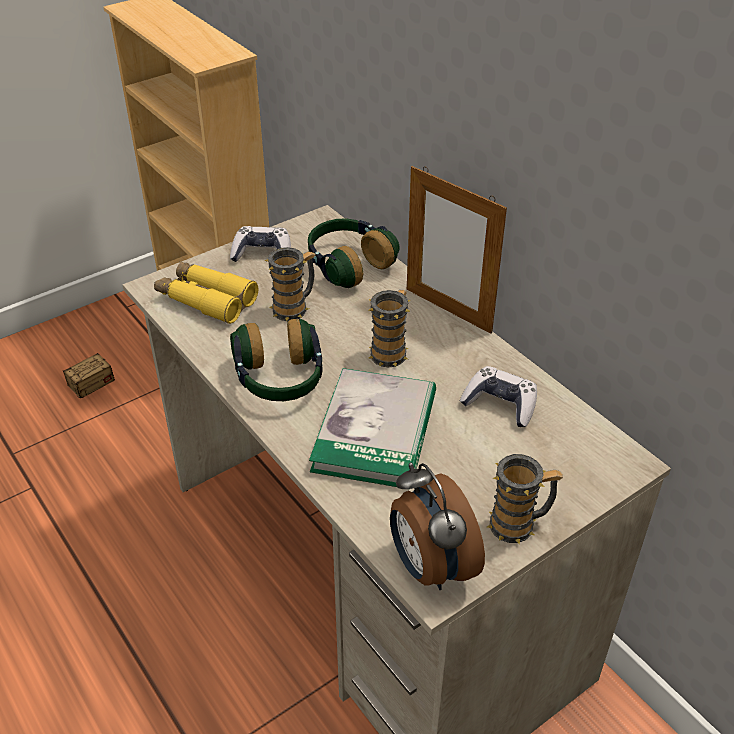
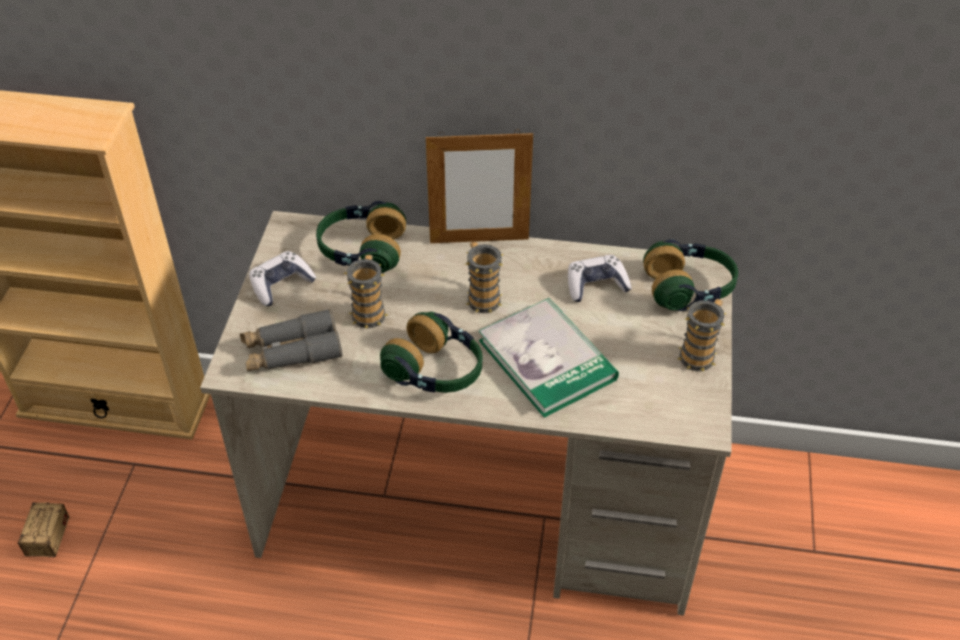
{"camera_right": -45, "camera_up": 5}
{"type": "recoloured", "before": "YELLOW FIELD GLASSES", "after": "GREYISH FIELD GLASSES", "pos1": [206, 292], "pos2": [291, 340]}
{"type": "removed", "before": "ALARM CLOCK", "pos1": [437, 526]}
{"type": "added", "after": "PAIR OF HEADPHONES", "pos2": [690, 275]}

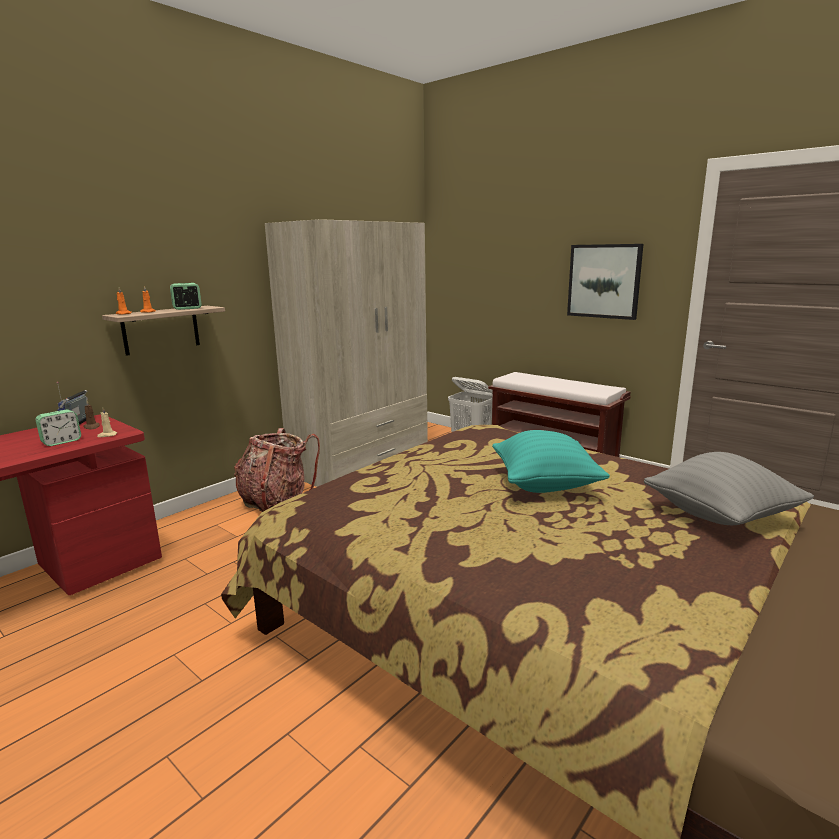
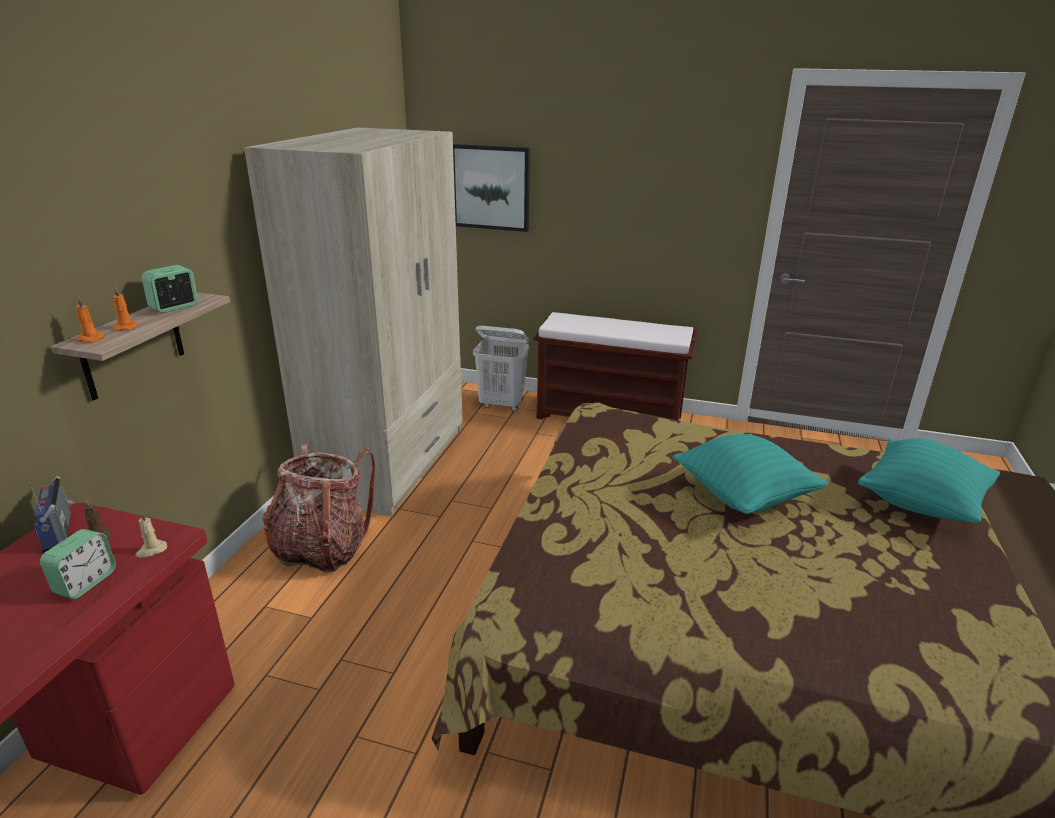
{"camera_right": -25, "camera_up": 10}
{"type": "moved", "before": "PICTURE", "pos1": [605, 282], "pos2": [491, 188]}
{"type": "recoloured", "before": "GREYISH CUSHION", "after": "TURQUOISE CUSHION", "pos1": [729, 488], "pos2": [929, 480]}

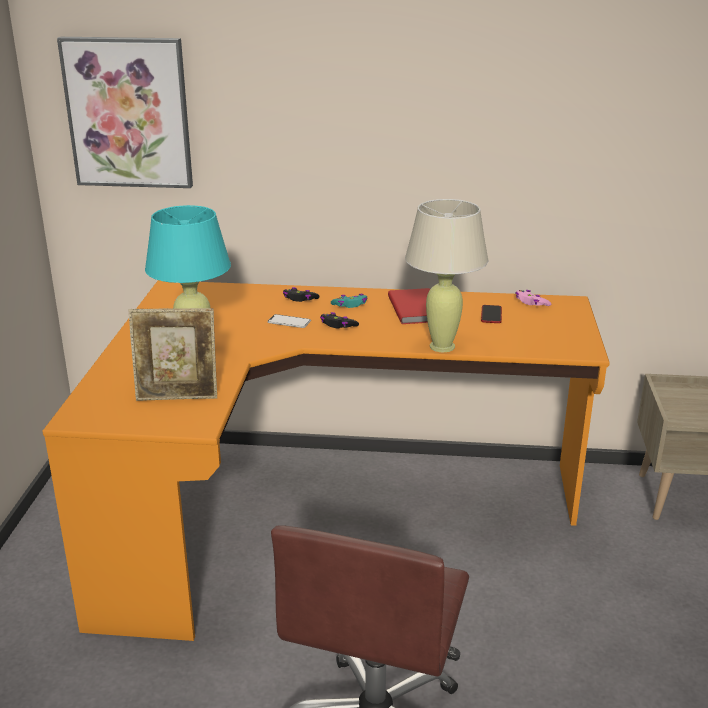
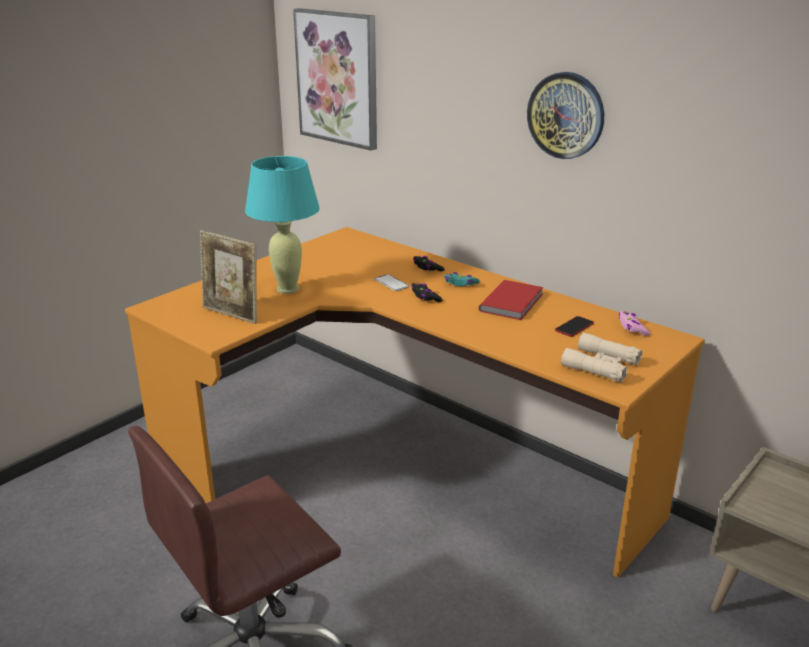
{"camera_right": 35, "camera_up": 0}
{"type": "removed", "before": "BEIGE-COLOURED LAMP FOR A TABLE", "pos1": [446, 275]}
{"type": "added", "after": "WALL CLOCK", "pos2": [565, 115]}
{"type": "added", "after": "BEIGE-COLOURED FIELD GLASSES", "pos2": [601, 357]}

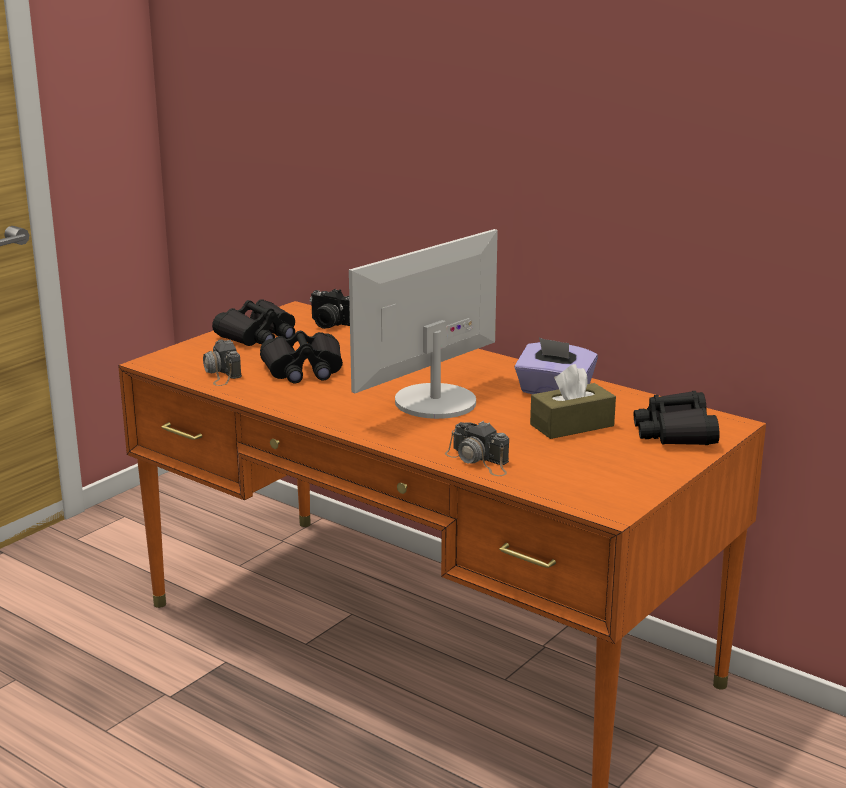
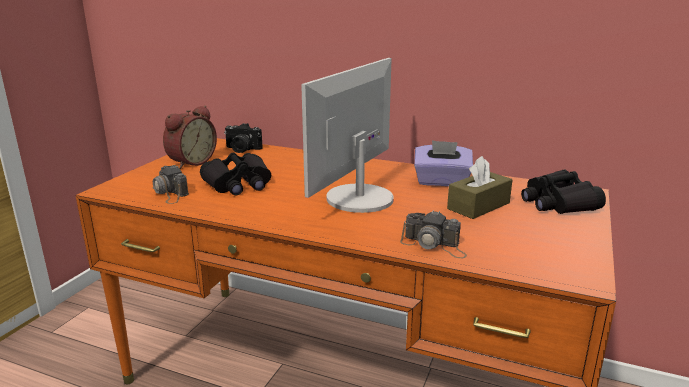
{"camera_right": -15, "camera_up": 0}
{"type": "replaced", "before": "BLACK FIELD GLASSES", "after": "ALARM CLOCK", "pos1": [253, 322], "pos2": [190, 137]}

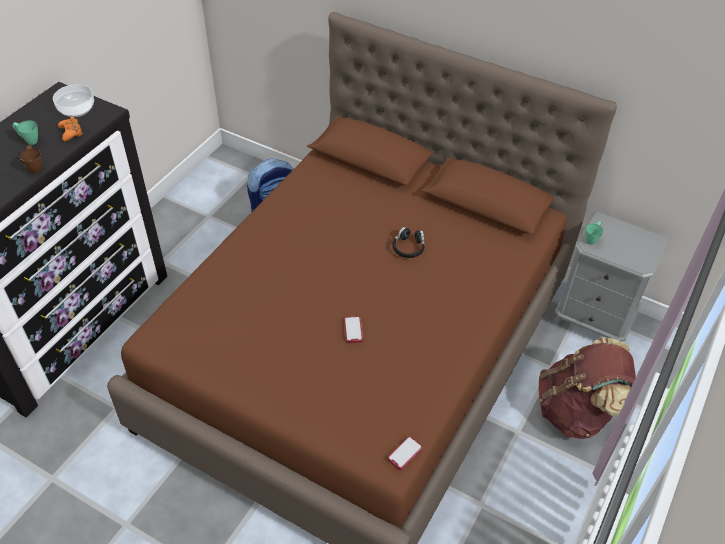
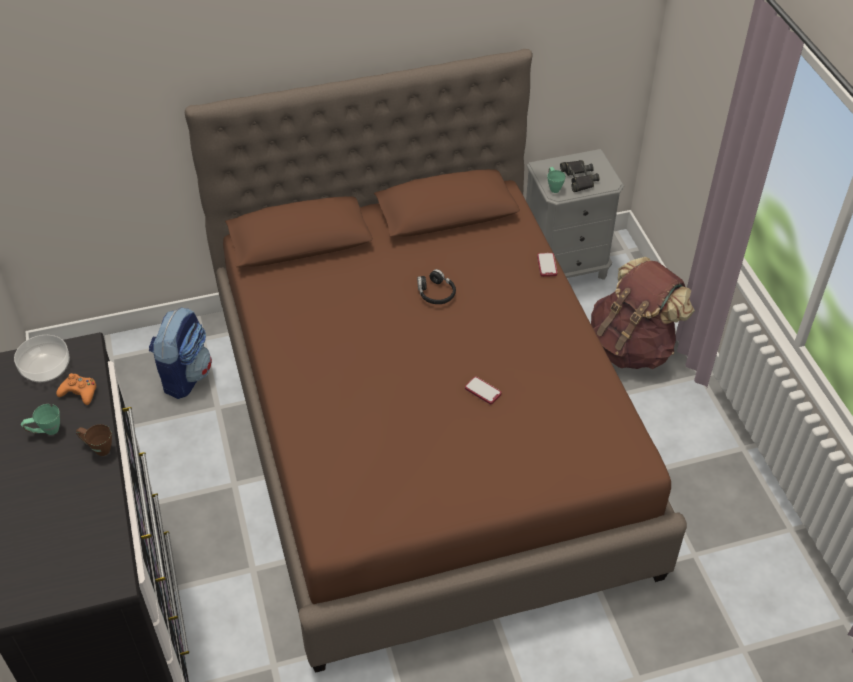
{"camera_right": -45, "camera_up": 0}
{"type": "moved", "before": "PHONE", "pos1": [405, 453], "pos2": [547, 265]}
{"type": "added", "after": "BLACK FIELD GLASSES", "pos2": [580, 176]}

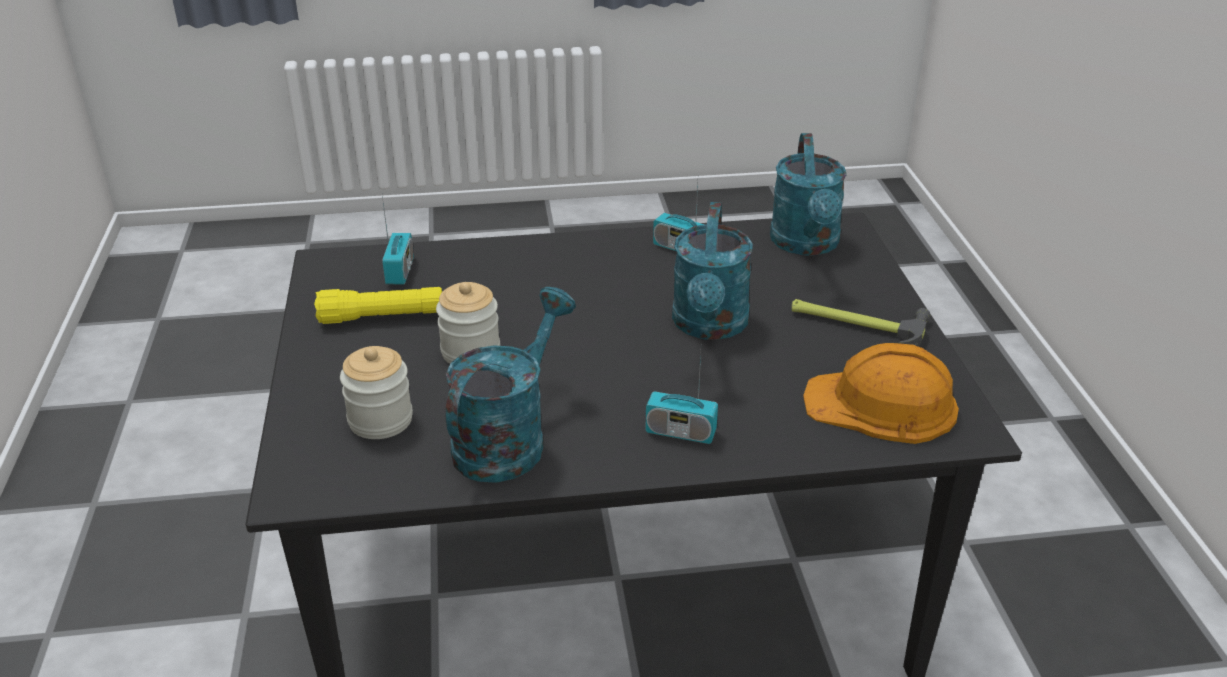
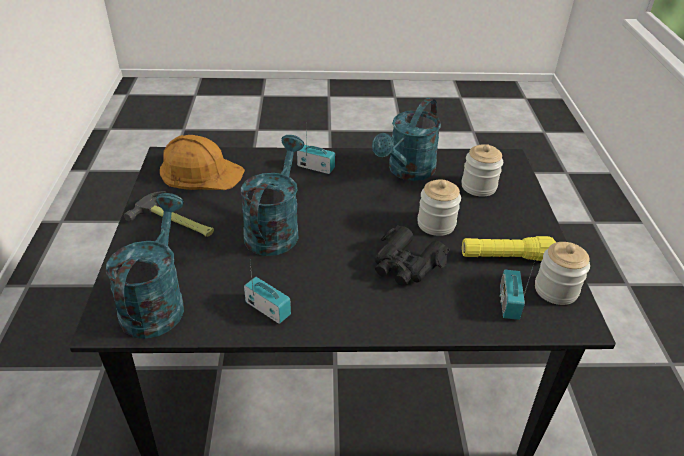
{"camera_right": -175, "camera_up": 5}
{"type": "added", "after": "BLACK FIELD GLASSES", "pos2": [412, 256]}
{"type": "added", "after": "STORAGE JAR", "pos2": [562, 273]}

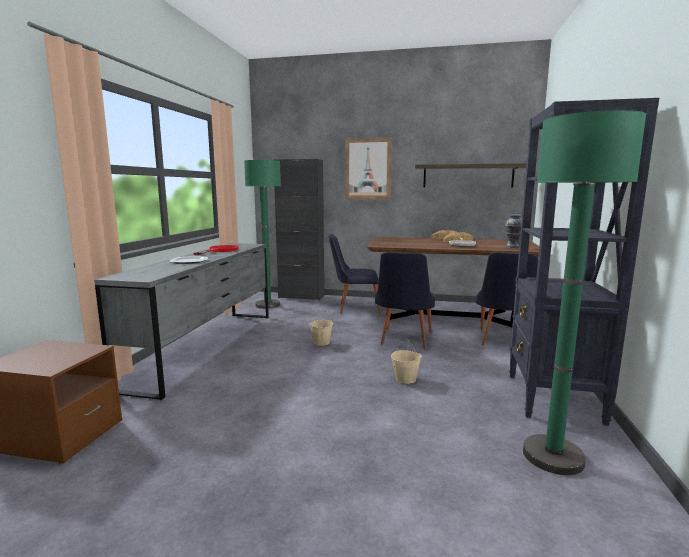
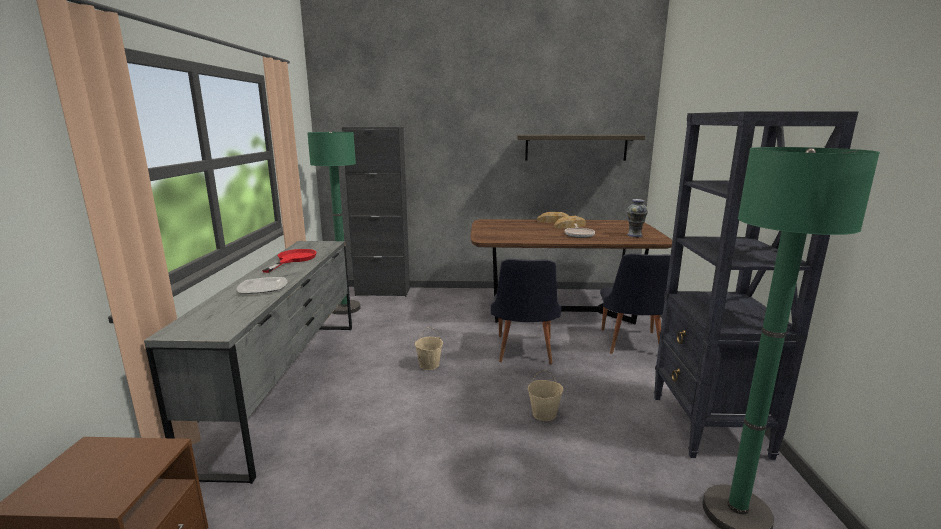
{"camera_right": -10, "camera_up": 5}
{"type": "removed", "before": "PICTURE", "pos1": [368, 169]}
{"type": "removed", "before": "BLACK CHAIR", "pos1": [354, 274]}

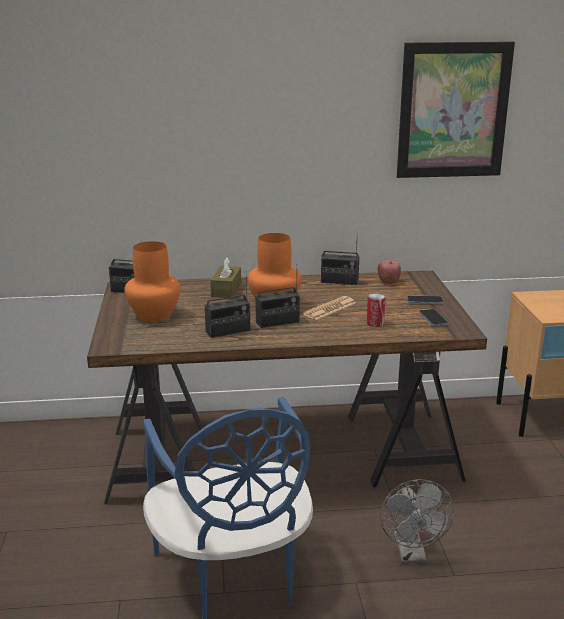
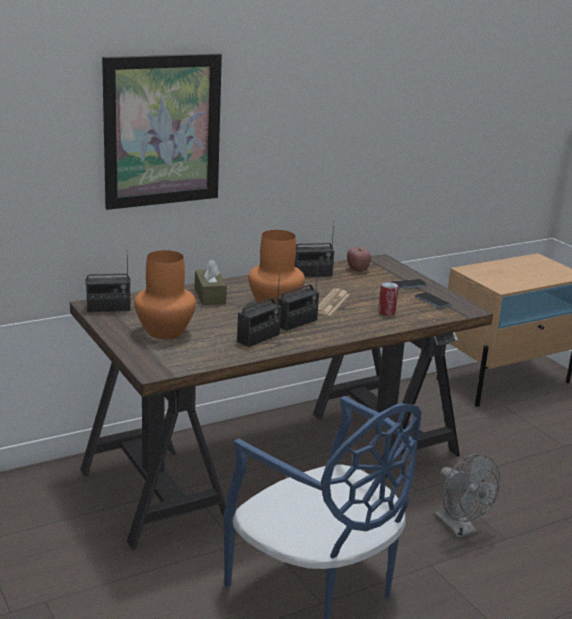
{"camera_right": -25, "camera_up": 0}
{"type": "moved", "before": "PICTURE", "pos1": [456, 110], "pos2": [162, 131]}

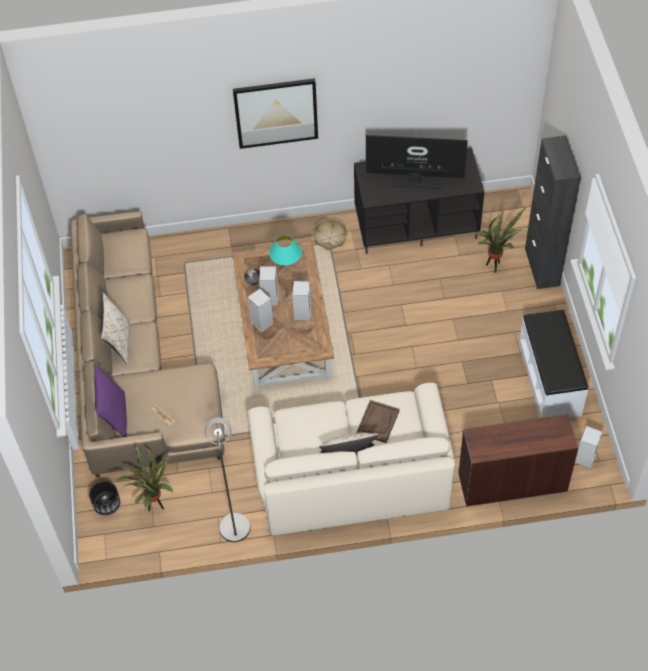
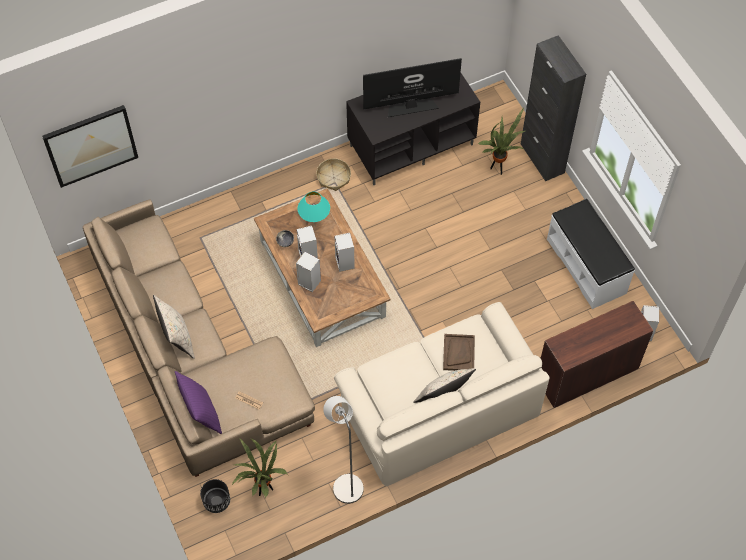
{"camera_right": -20, "camera_up": 5}
{"type": "moved", "before": "PICTURE", "pos1": [275, 113], "pos2": [90, 146]}

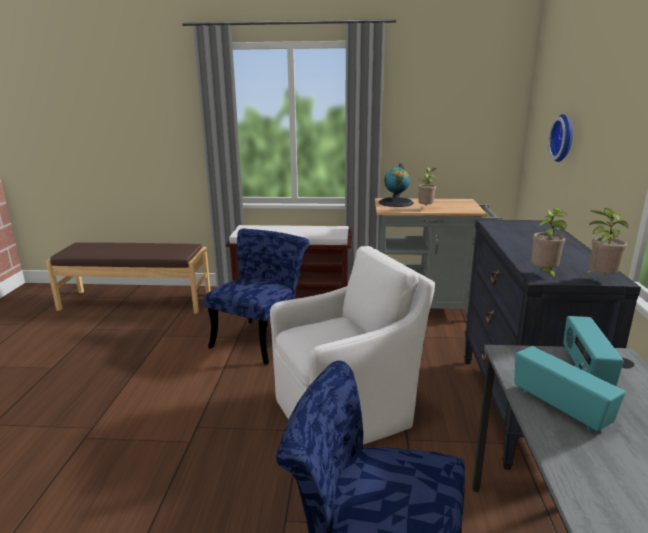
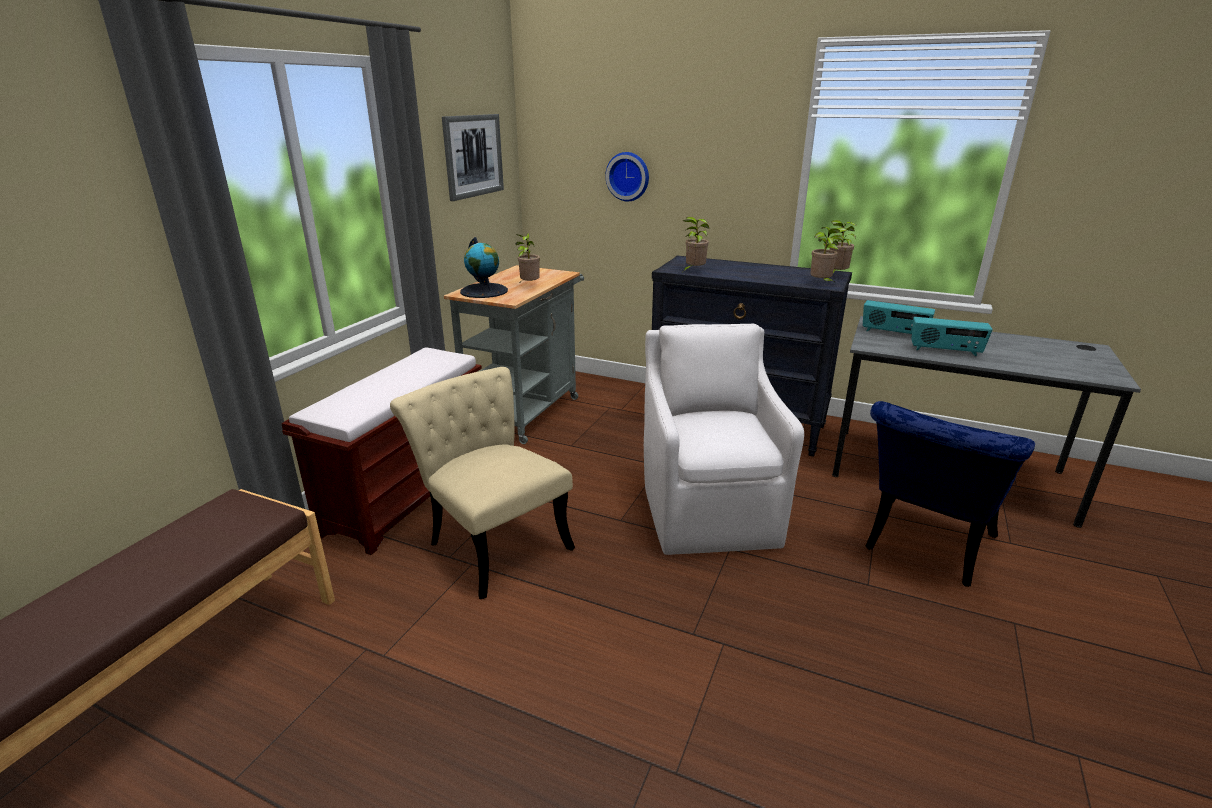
{"camera_right": -70, "camera_up": 5}
{"type": "recoloured", "before": "BLUE CHAIR", "after": "BEIGE-COLOURED CHAIR", "pos1": [257, 297], "pos2": [482, 483]}
{"type": "turned", "before": "RADIO RECEIVER", "pos1": [569, 389], "pos2": [951, 336], "turn": -150}
{"type": "added", "after": "PICTURE", "pos2": [473, 157]}
{"type": "added", "after": "HOUSEPLANT", "pos2": [696, 244]}

